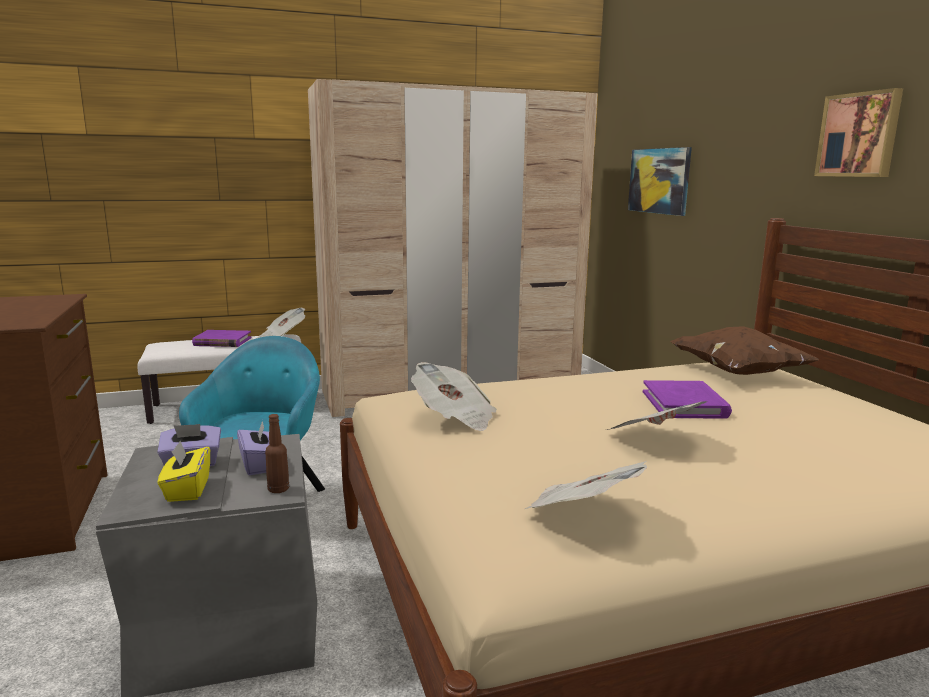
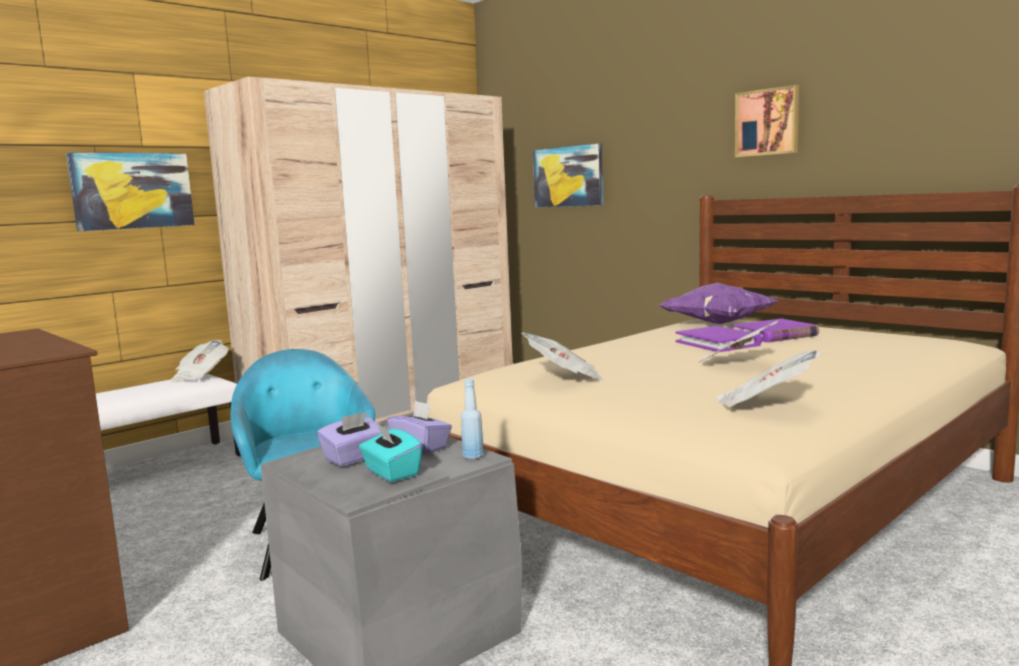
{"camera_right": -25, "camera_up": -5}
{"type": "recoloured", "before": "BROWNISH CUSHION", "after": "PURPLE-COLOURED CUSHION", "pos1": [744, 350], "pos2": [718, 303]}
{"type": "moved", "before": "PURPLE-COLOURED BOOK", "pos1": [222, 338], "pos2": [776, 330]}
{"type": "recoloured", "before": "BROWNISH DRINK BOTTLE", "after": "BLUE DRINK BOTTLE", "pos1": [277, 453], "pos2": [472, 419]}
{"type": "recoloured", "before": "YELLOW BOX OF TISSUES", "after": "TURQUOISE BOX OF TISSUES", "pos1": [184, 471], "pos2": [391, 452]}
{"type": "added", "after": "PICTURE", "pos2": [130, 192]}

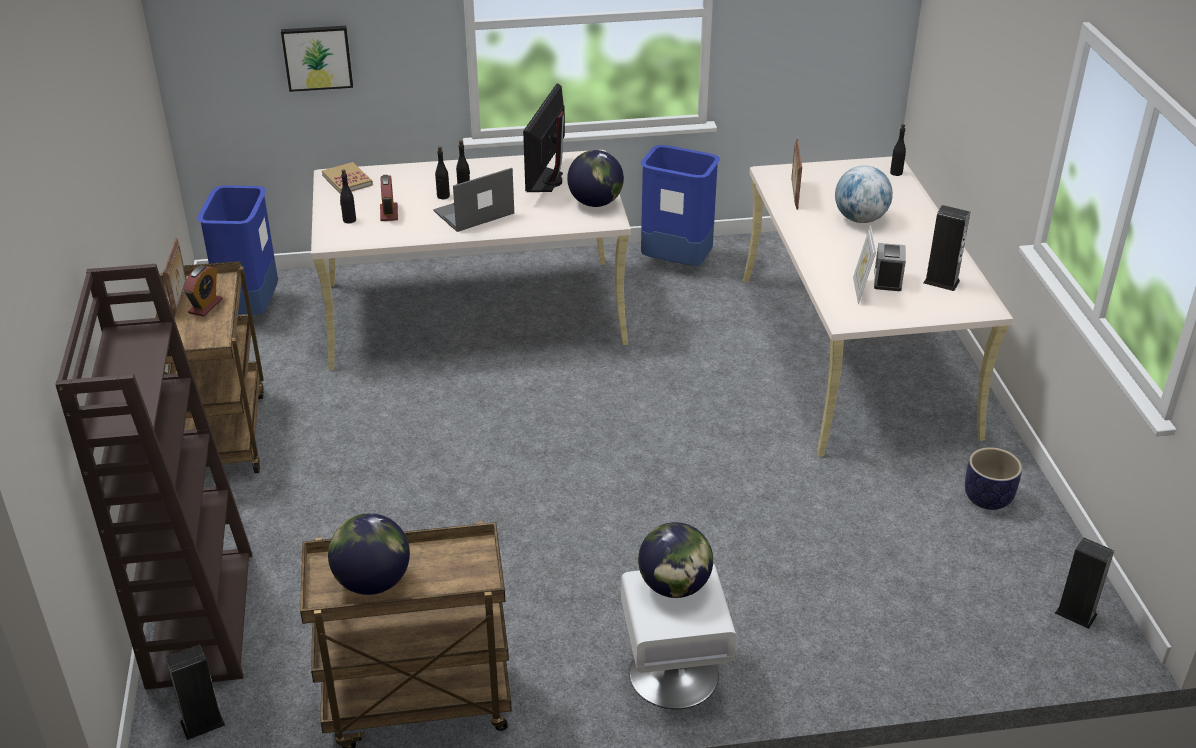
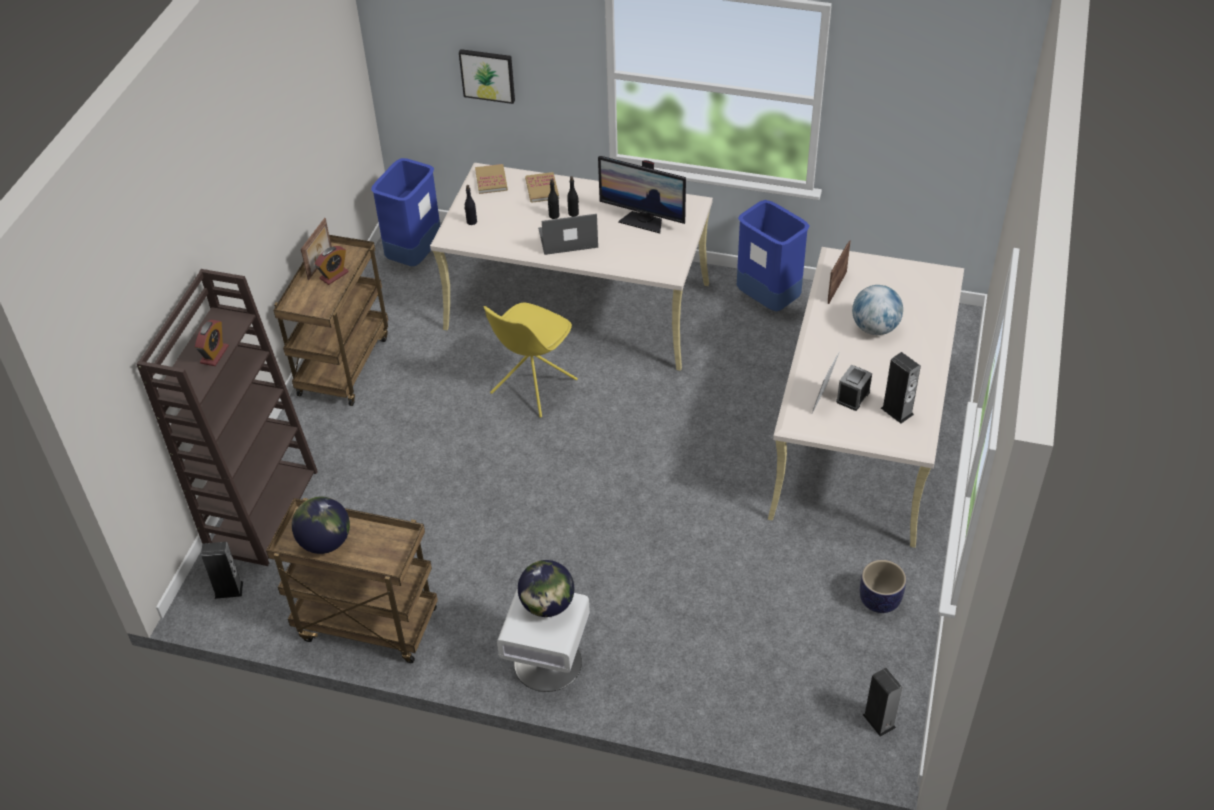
{"camera_right": 25, "camera_up": 10}
{"type": "turned", "before": "COMPUTER DISPLAY", "pos1": [544, 137], "pos2": [642, 194], "turn": -105}
{"type": "removed", "before": "BLACK DRINK BOTTLE", "pos1": [898, 150]}
{"type": "removed", "before": "DESK GLOBE", "pos1": [595, 178]}
{"type": "moved", "before": "ALARM CLOCK", "pos1": [389, 198], "pos2": [212, 343]}
{"type": "added", "after": "BOOK", "pos2": [542, 187]}
{"type": "added", "after": "YELLOW CHAIR", "pos2": [530, 360]}

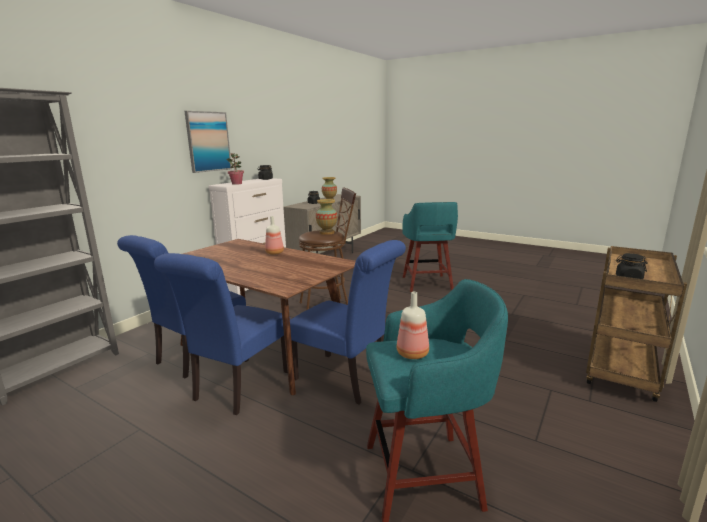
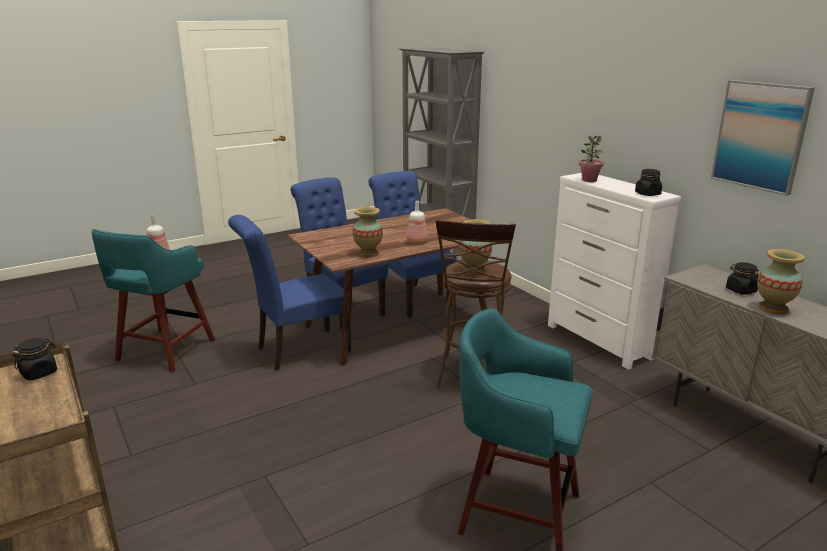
{"camera_right": 115, "camera_up": 5}
{"type": "moved", "before": "PICTURE", "pos1": [208, 142], "pos2": [763, 138]}
{"type": "added", "after": "VASE", "pos2": [368, 232]}

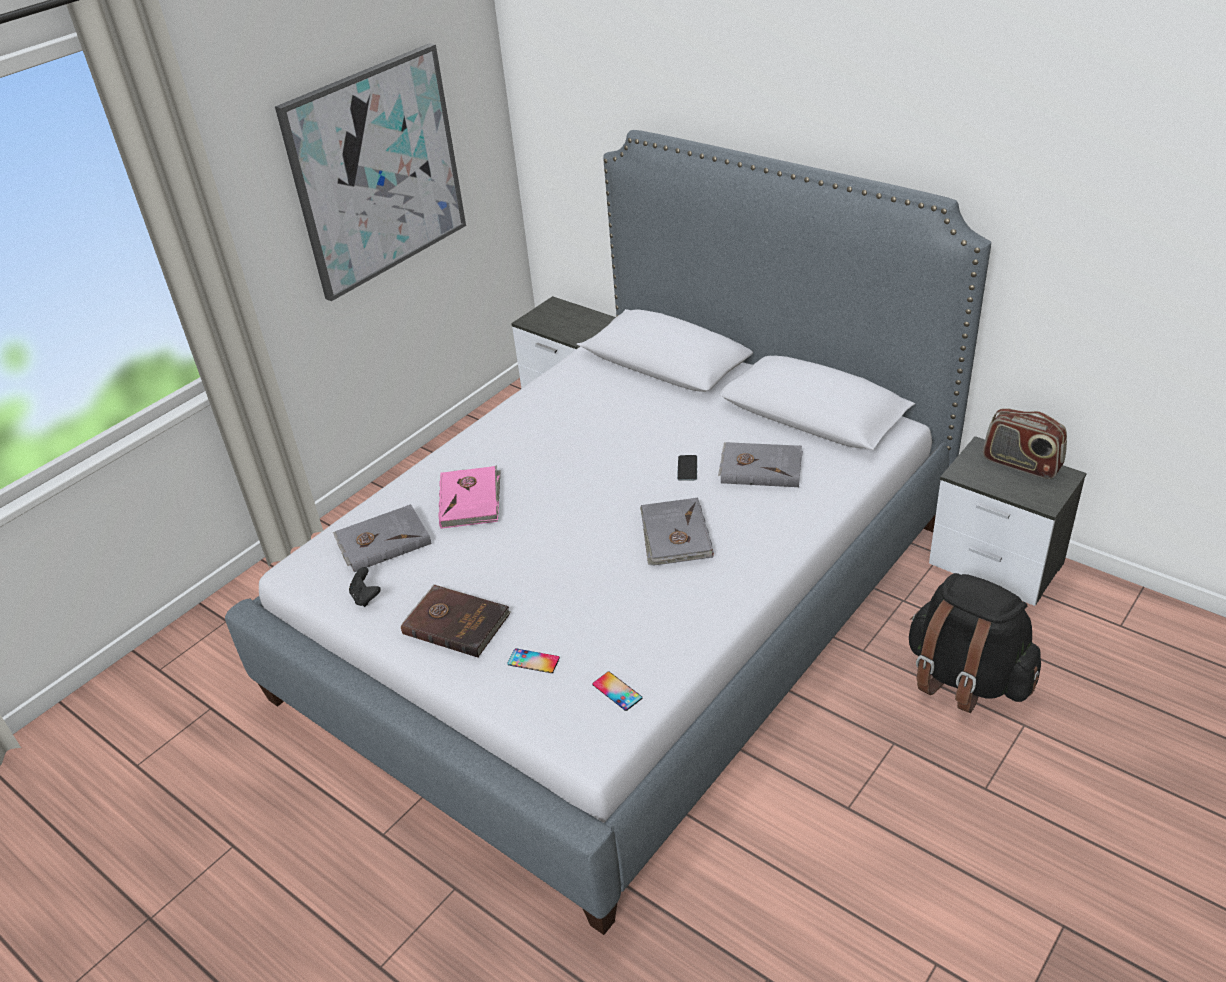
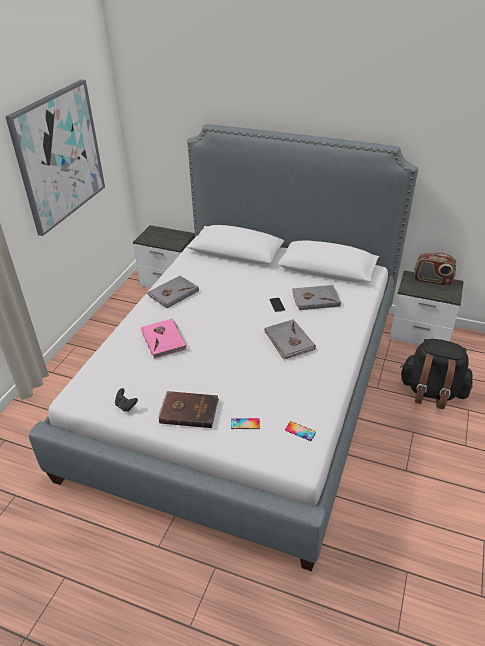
{"camera_right": -20, "camera_up": 0}
{"type": "moved", "before": "GREYISH BOOK", "pos1": [382, 538], "pos2": [173, 292]}

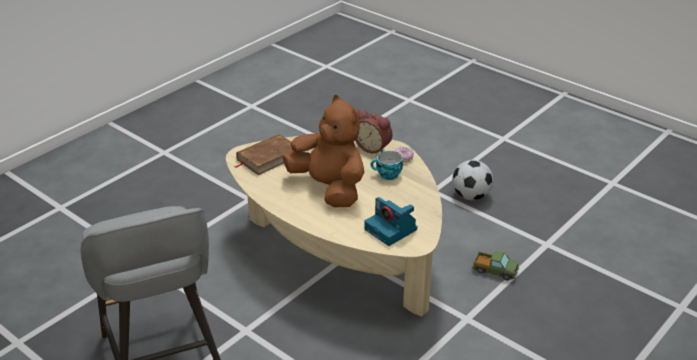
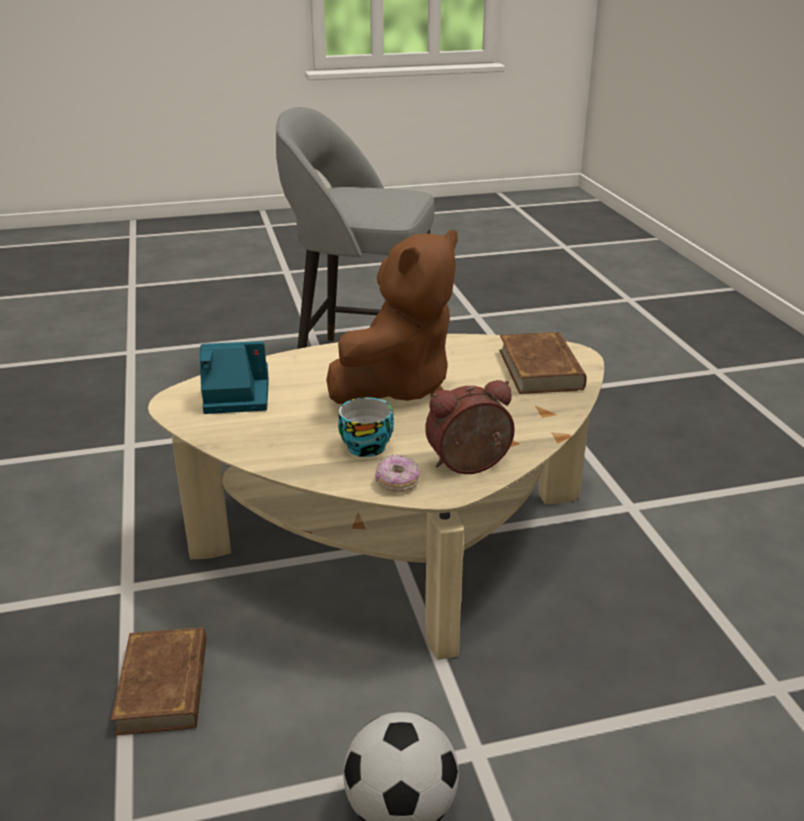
{"camera_right": 125, "camera_up": -5}
{"type": "turned", "before": "BROWNISH CUDDLY TOY", "pos1": [323, 151], "pos2": [391, 317], "turn": -45}
{"type": "replaced", "before": "TOY TRUCK", "after": "BROWNISH BOOK", "pos1": [495, 265], "pos2": [158, 681]}

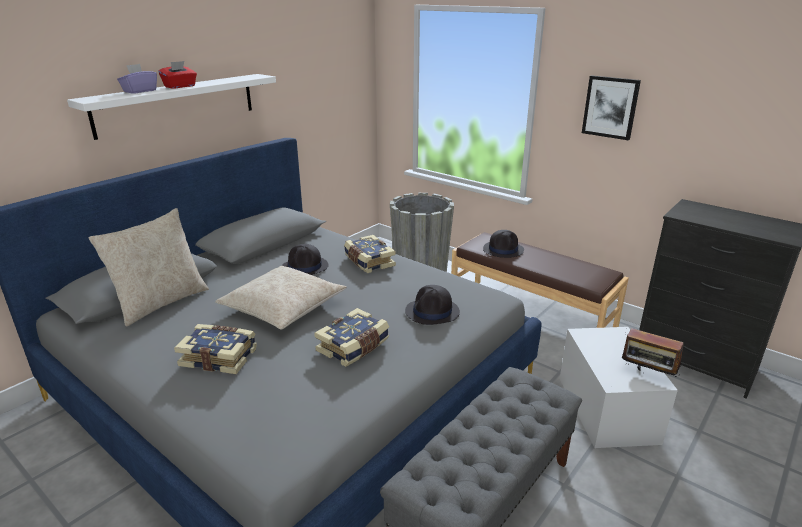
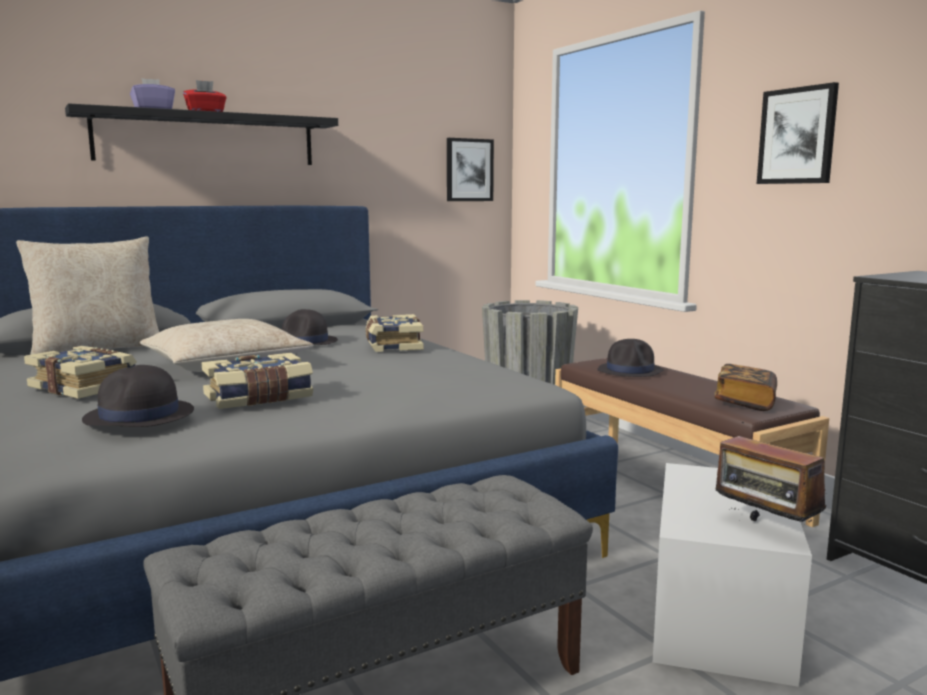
{"camera_right": 20, "camera_up": -15}
{"type": "recoloured", "before": "WHITISH BRACKET SHELF", "after": "BLACK BRACKET SHELF", "pos1": [171, 107], "pos2": [201, 134]}
{"type": "moved", "before": "BLACK HAT", "pos1": [432, 305], "pos2": [138, 396]}
{"type": "added", "after": "PICTURE", "pos2": [470, 169]}
{"type": "added", "after": "BOOK", "pos2": [746, 387]}

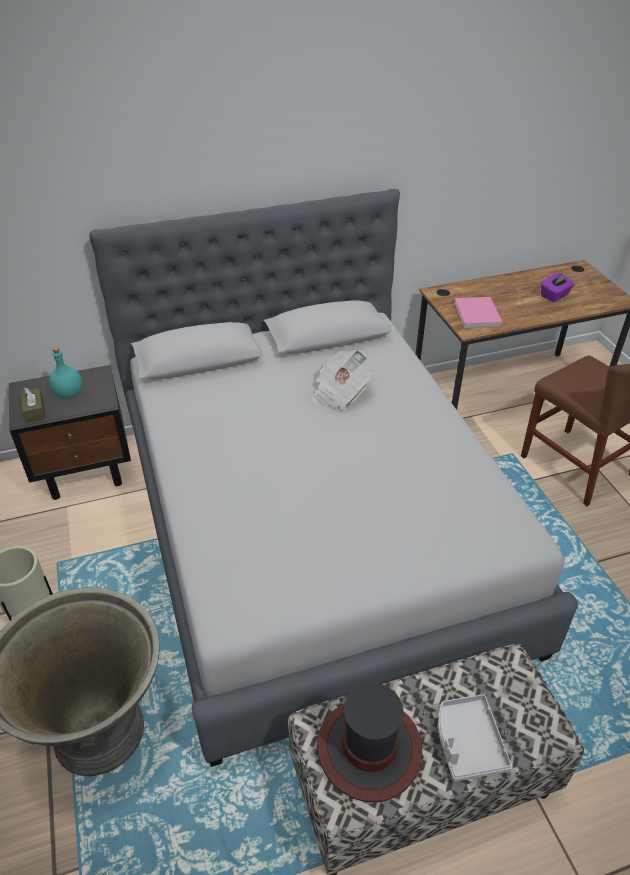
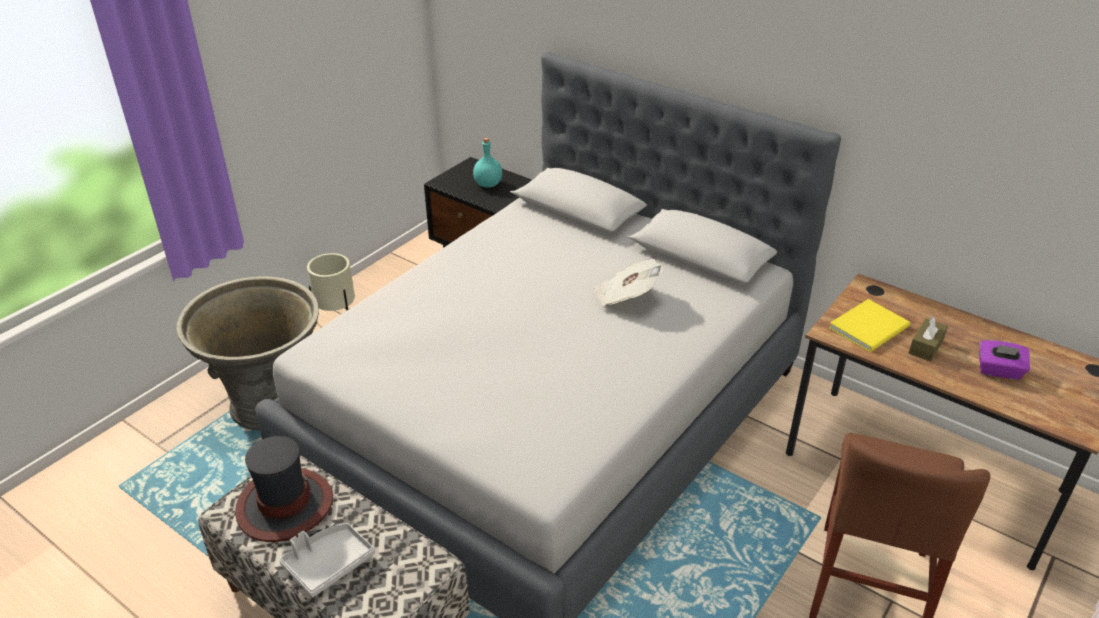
{"camera_right": 55, "camera_up": -5}
{"type": "recoloured", "before": "PINKISH BOOK", "after": "YELLOW BOOK", "pos1": [478, 312], "pos2": [869, 325]}
{"type": "moved", "before": "BROWNISH BOX OF TISSUES", "pos1": [33, 405], "pos2": [928, 338]}

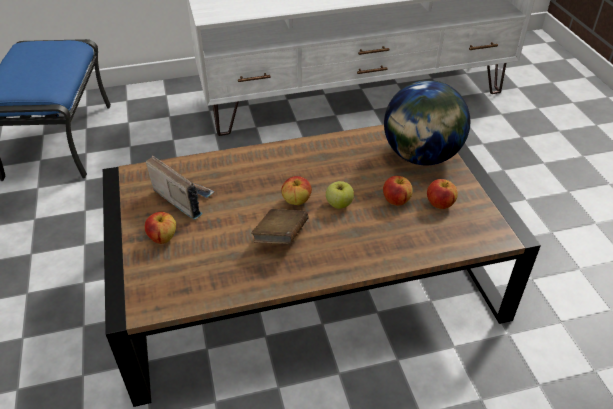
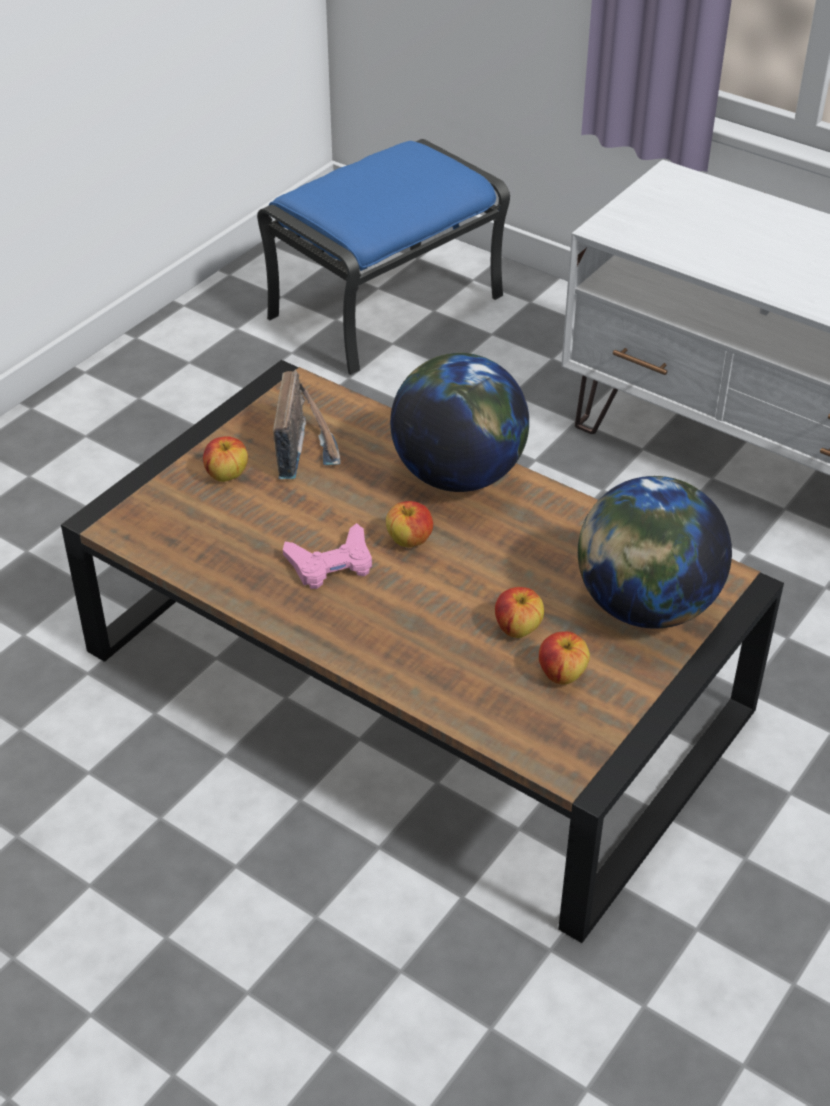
{"camera_right": 50, "camera_up": 0}
{"type": "removed", "before": "APPLE", "pos1": [340, 195]}
{"type": "replaced", "before": "BROWNISH BOOK", "after": "PINKISH JOYPAD", "pos1": [280, 226], "pos2": [327, 556]}
{"type": "added", "after": "DESK GLOBE", "pos2": [459, 422]}

